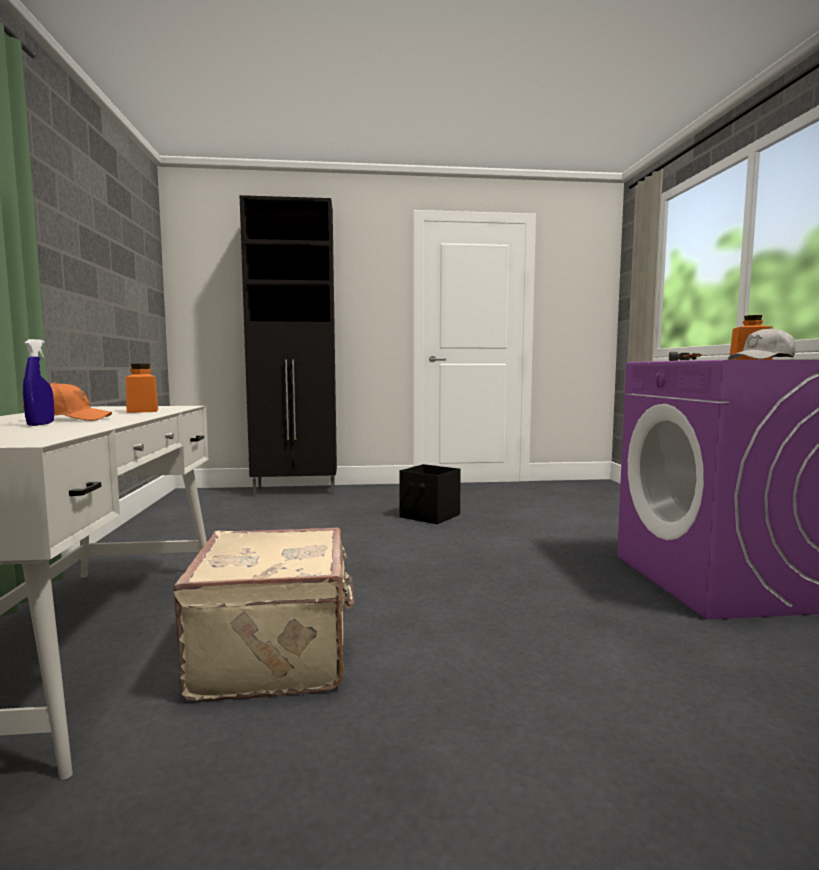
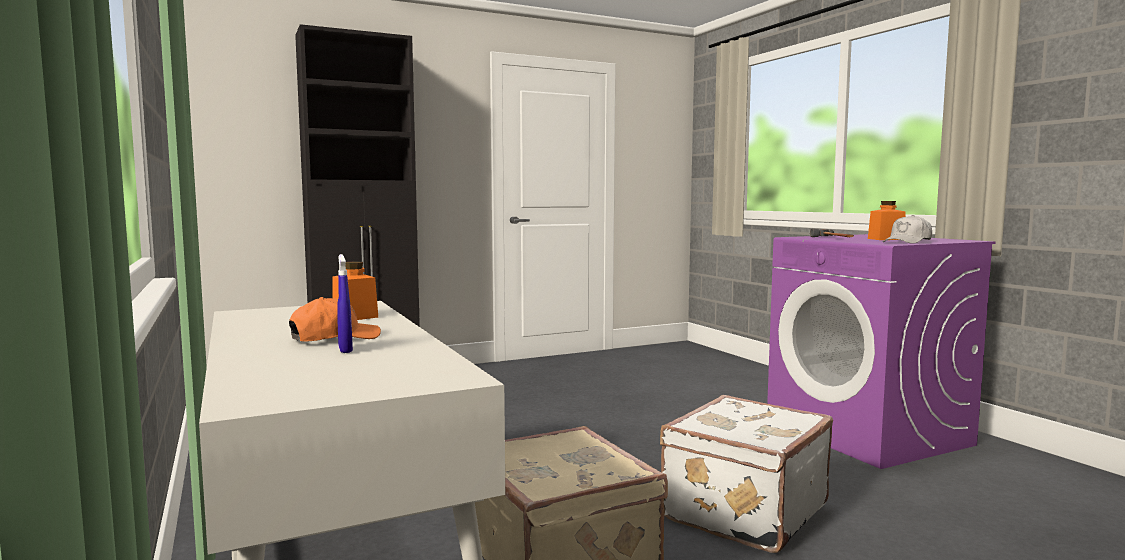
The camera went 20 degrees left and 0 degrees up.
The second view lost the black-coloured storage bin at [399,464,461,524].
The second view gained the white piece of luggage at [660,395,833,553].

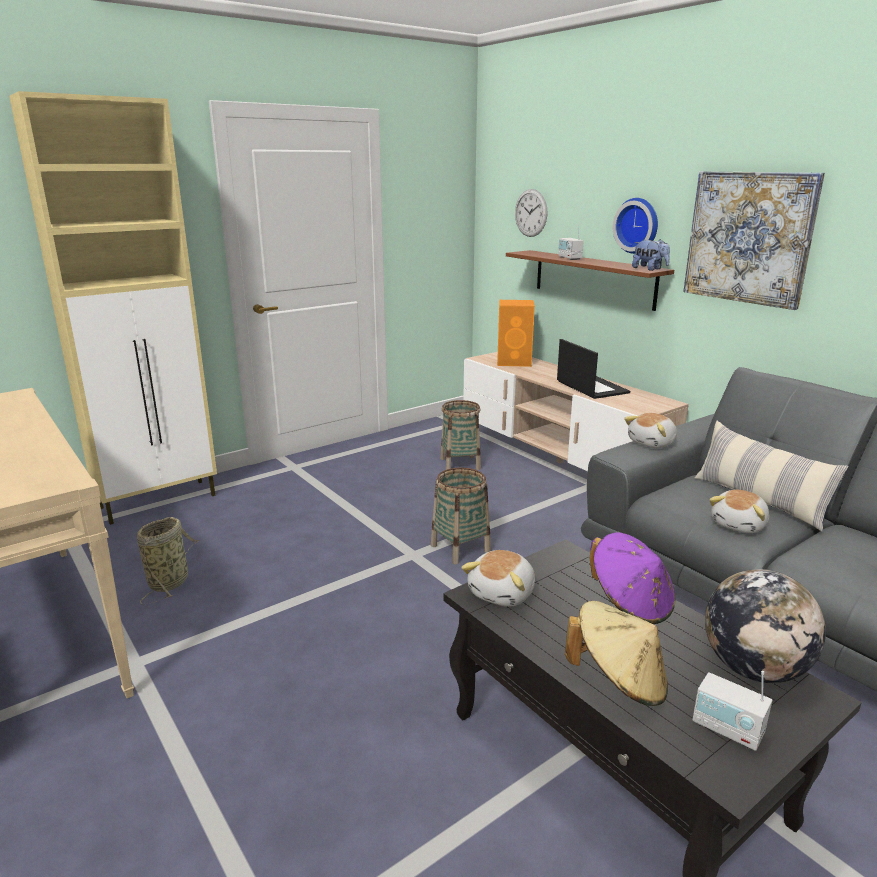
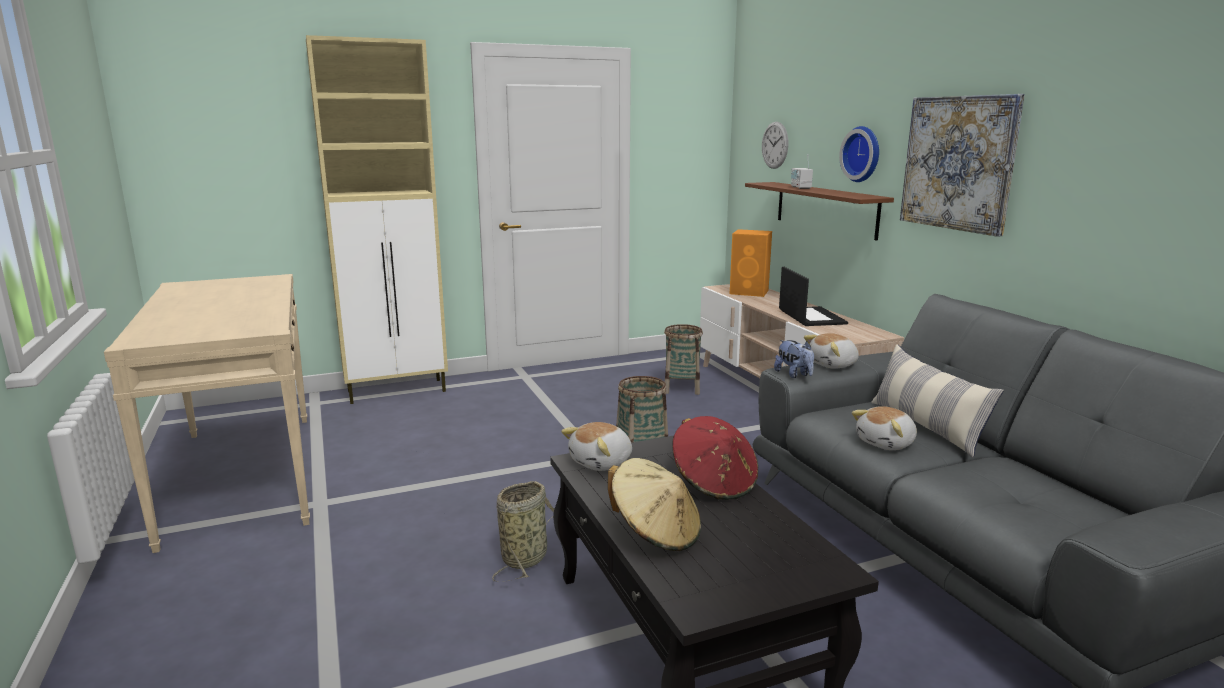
The camera went 15 degrees right and 5 degrees down.
The second view lost the radio receiver at [692,671,773,751].
The second view lost the world globe at [705,569,826,683].
The basket ended up elsewhere, having gone from [137,517,200,605] to [492,481,554,582].
The cuddly toy ended up elsewhere, having gone from [632,239,670,271] to [774,340,814,378].
What was the purple wearable hat at [590,532,675,624] turned into the reddish wearable hat at [672,416,758,500].

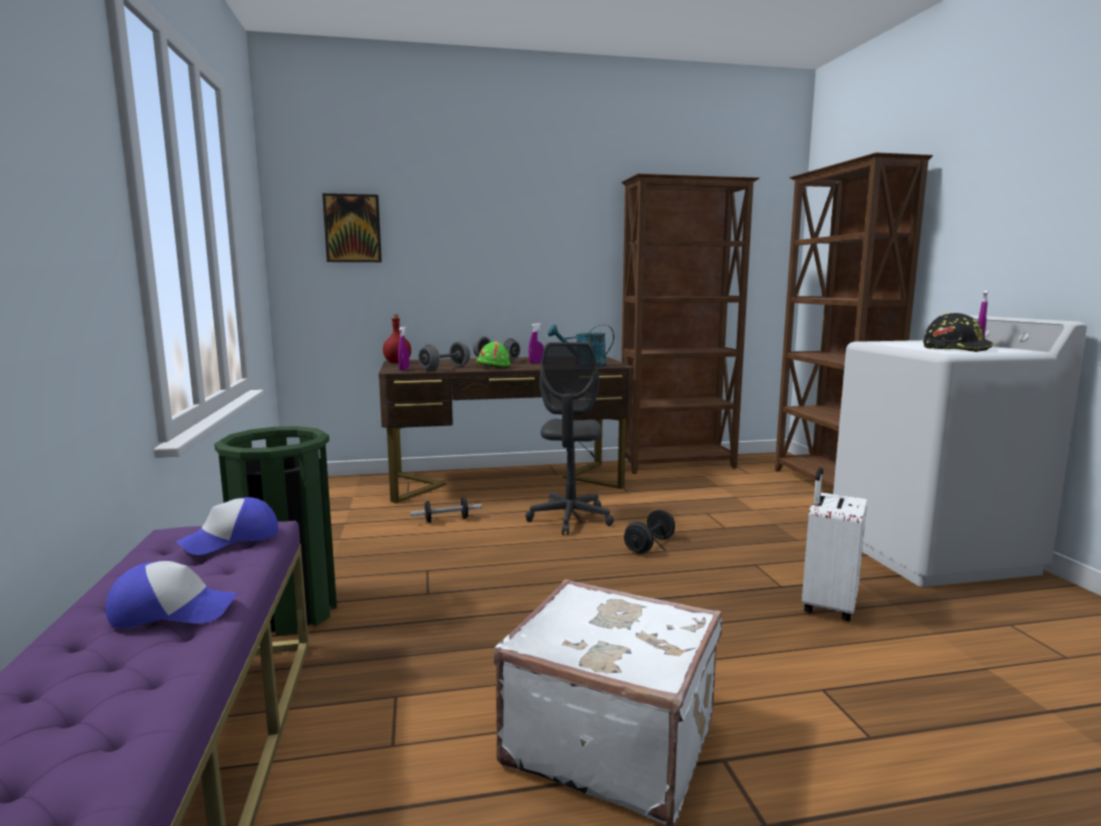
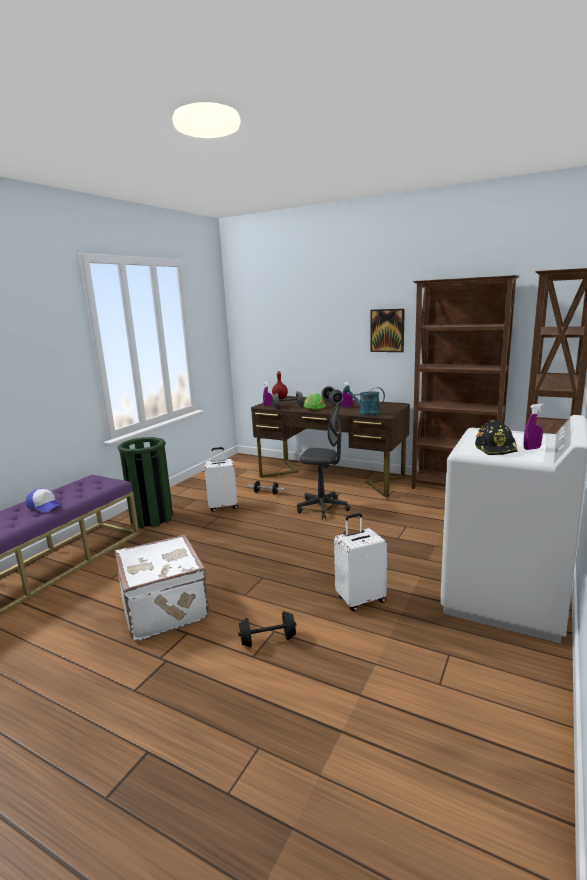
The camera went 40 degrees right and 5 degrees up.
The second view lost the baseball cap at [176,497,278,555].
The second view gained the white piece of luggage at [204,447,238,512].
The wall picture ended up elsewhere, having gone from [322,193,382,262] to [370,309,405,352].
The black-coloured dumbbell ended up elsewhere, having gone from [624,510,675,553] to [238,611,296,647].
The greyish office chair at [525,342,614,535] ended up facing another way, 120 degrees counterclockwise from before.

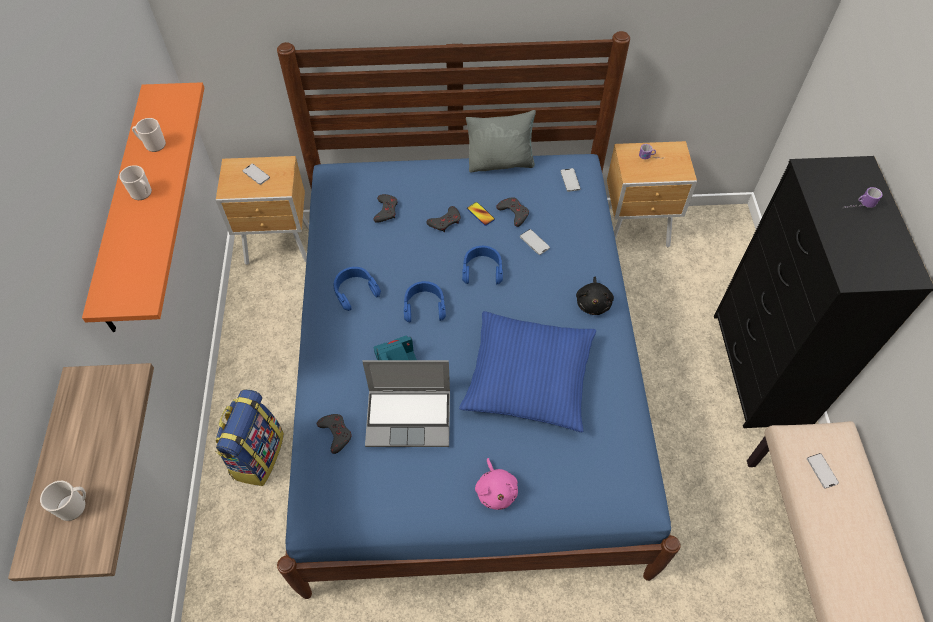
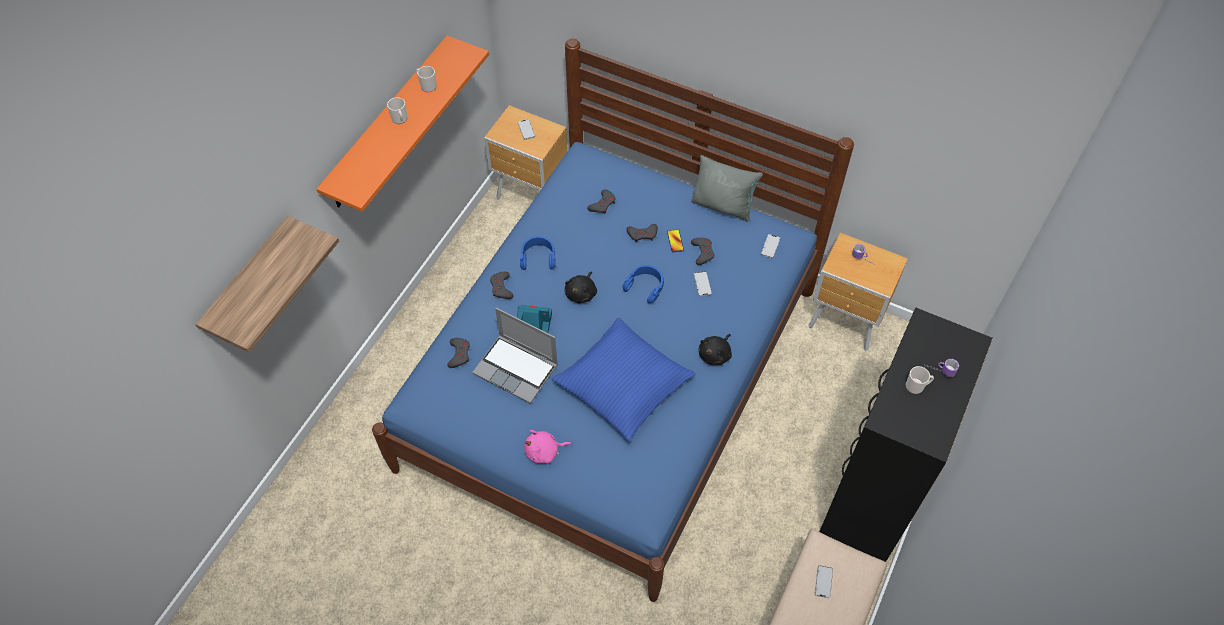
The camera went 30 degrees right and 0 degrees up.
The second view lost the knapsack at [215,390,284,486].
The second view gained the greyish gamepad at [490,272,513,299].
The tea mug ended up elsewhere, having gone from [40,481,86,521] to [906,366,934,394].
Where the bluish headset stood at [404,281,446,323], the black-coloured cuddly toy came to stand at [565,271,597,303].
The pink-coloured cuddly toy at [475,458,518,510] ended up facing another way, 60 degrees clockwise from before.

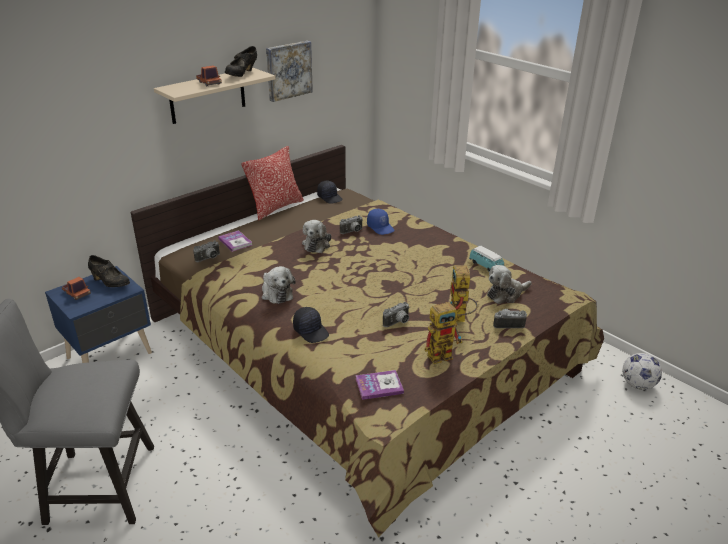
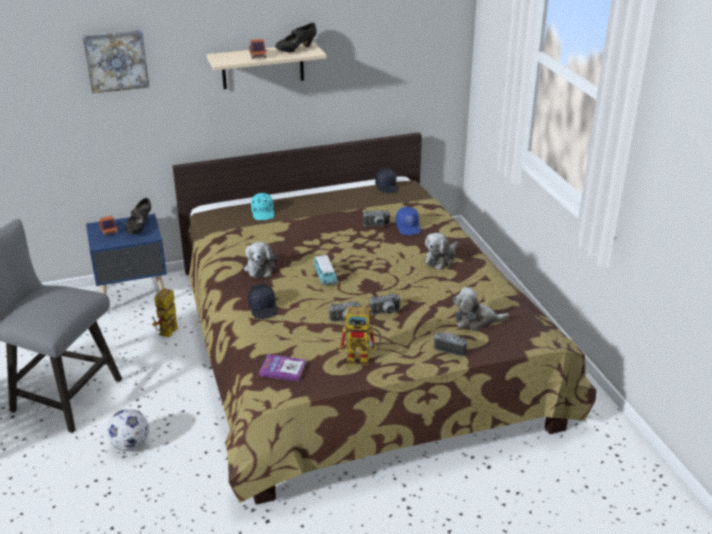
The camera went 25 degrees right and 0 degrees up.
The second view lost the cushion at [241,146,304,220].
The photo camera ended up elsewhere, having gone from [193,240,220,262] to [370,294,401,315].
The wall picture ended up elsewhere, having gone from [266,41,313,102] to [82,30,149,94].
The cuddly toy ended up elsewhere, having gone from [302,220,331,253] to [425,233,458,270].
The model robot ended up elsewhere, having gone from [449,265,478,322] to [152,288,178,337].
The toy car ended up elsewhere, having gone from [469,245,504,272] to [314,255,338,286].
The ball for football ended up elsewhere, having gone from [622,353,662,390] to [106,409,149,451].
Where the volume stood at [218,230,252,252], the turquoise baseball cap came to stand at [251,193,274,220].
The black-coloured shoe at [88,255,130,287] ended up facing another way, 45 degrees clockwise from before.

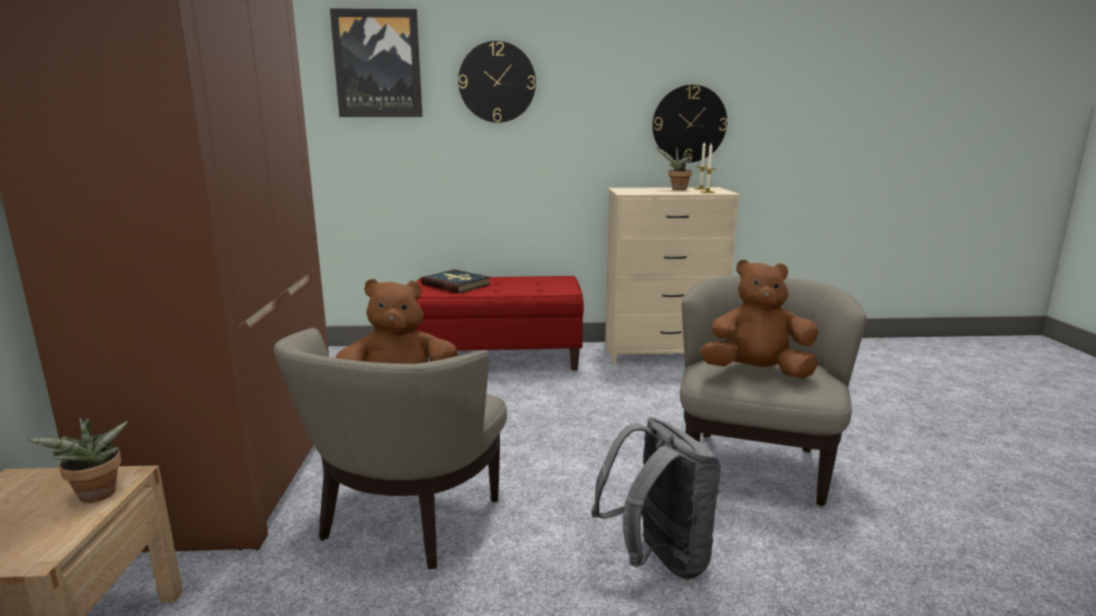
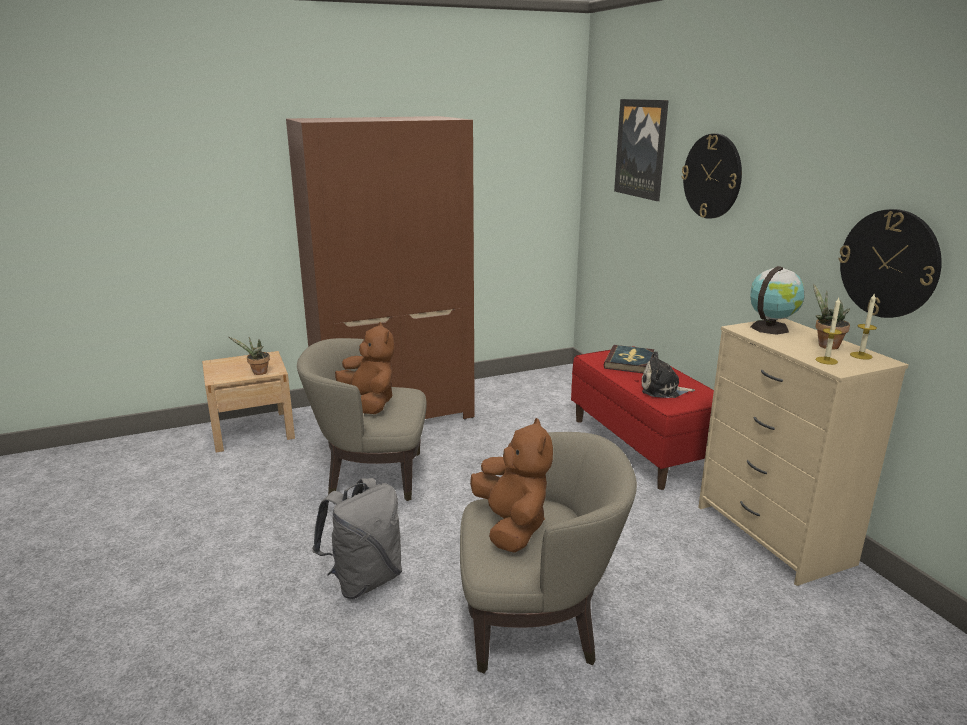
The camera went 70 degrees right and 5 degrees up.
The second view gained the cuddly toy at [641,351,695,398].
The second view gained the world globe at [750,266,805,335].

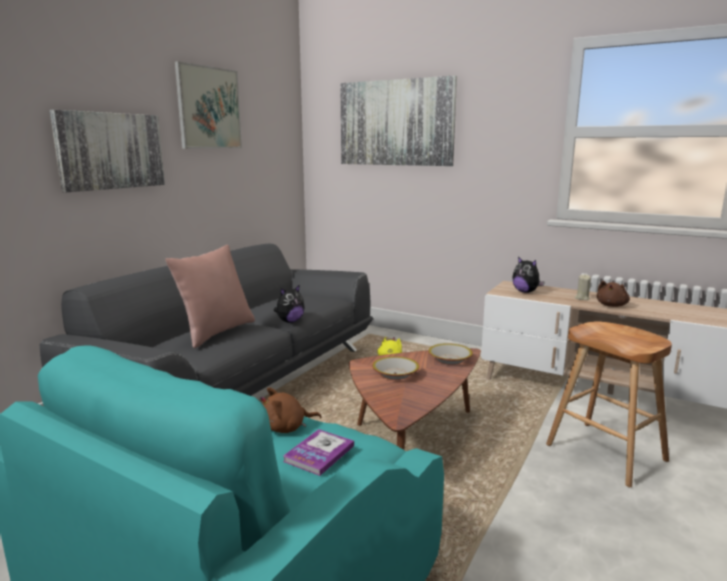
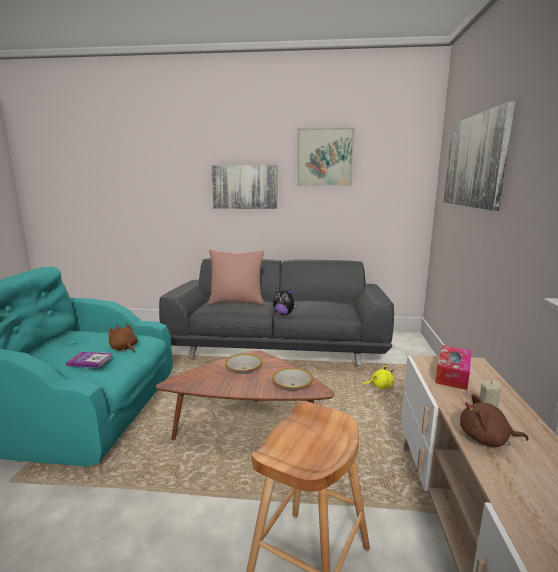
The camera went 65 degrees right and 0 degrees up.
Where the cuddly toy stood at [512,257,545,293], the tissue box came to stand at [435,345,472,390].

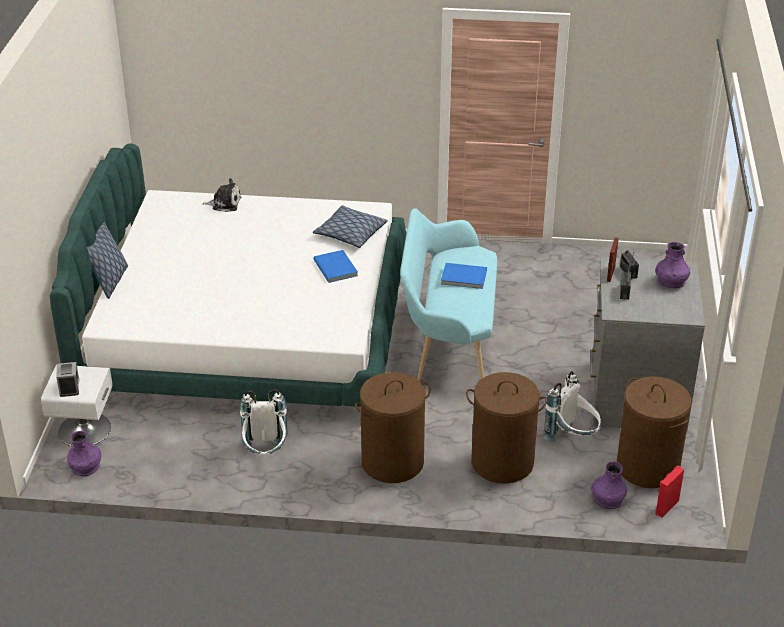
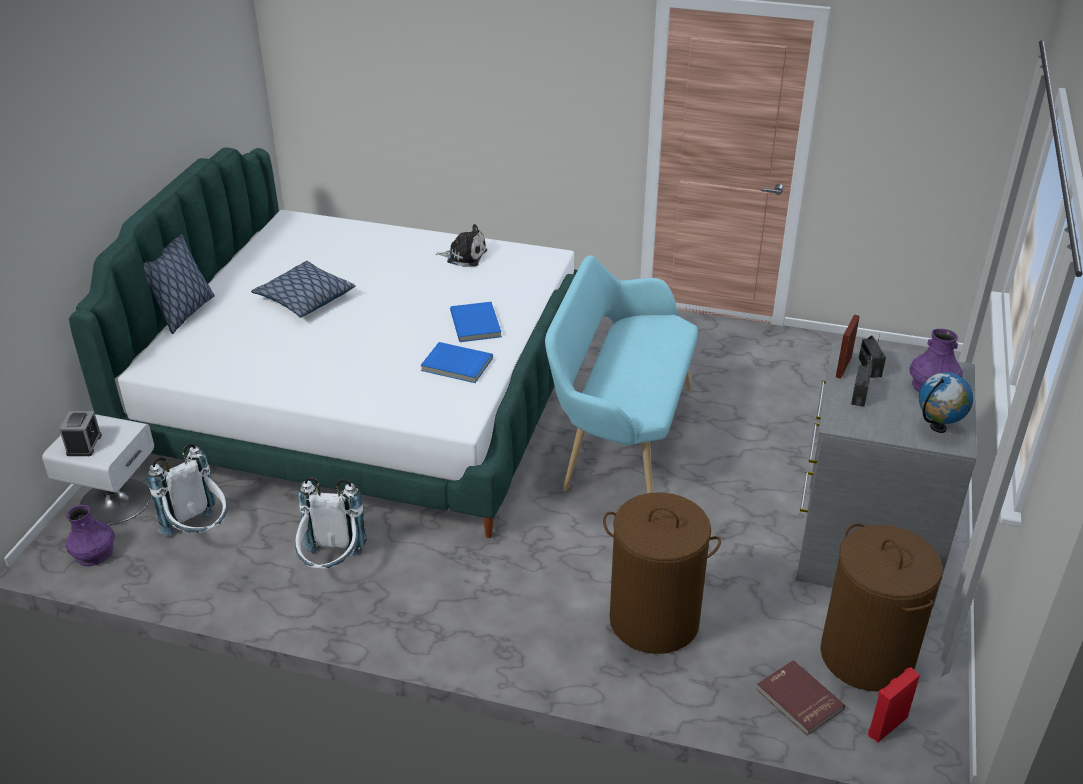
The camera went 10 degrees right and 0 degrees up.
The second view lost the brown laundry basket at [355,372,431,483].
The second view gained the world globe at [919,372,973,433].
The cuddly toy ended up elsewhere, having gone from [202,178,241,212] to [436,224,487,267].
The cushion ended up elsewhere, having gone from [313,205,388,248] to [251,261,356,318].
The bluish volume ended up elsewhere, having gone from [441,263,487,289] to [421,342,493,383].
The white knapsack ended up elsewhere, having gone from [542,371,601,441] to [147,443,228,536].
Where the purple flower vase stood at [591,461,627,509], the reddish volume came to stand at [756,660,845,736].

